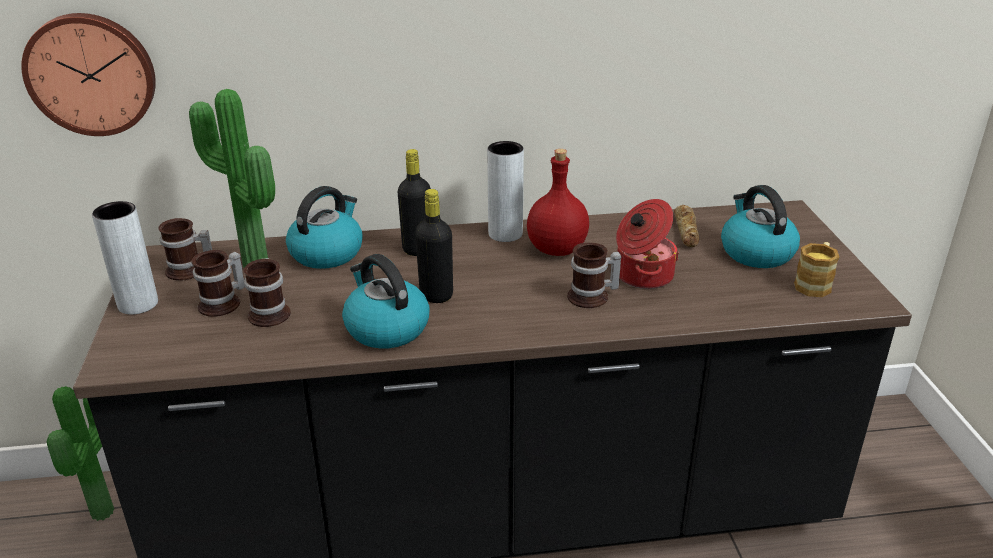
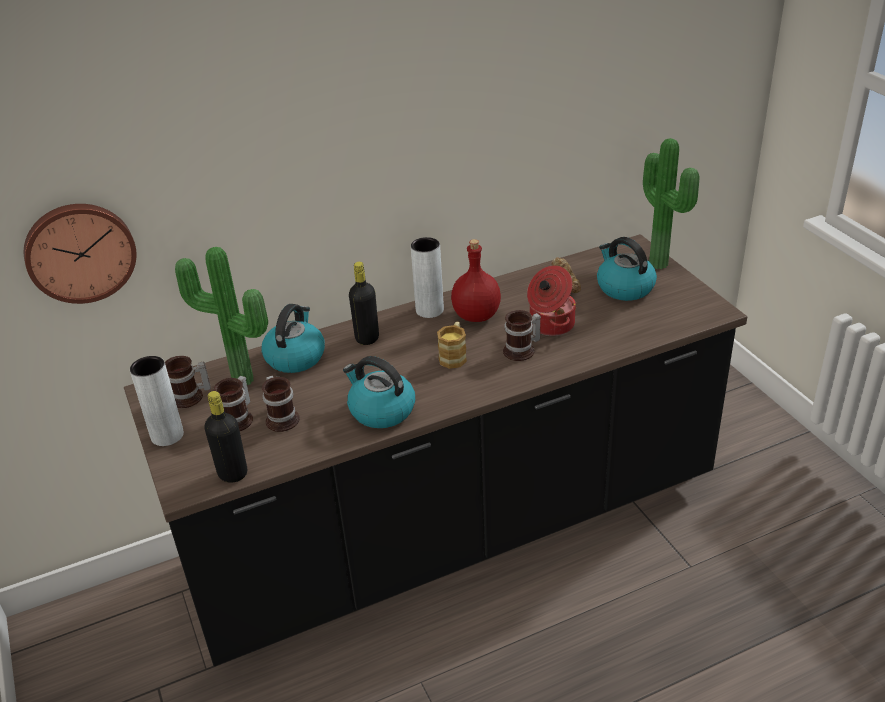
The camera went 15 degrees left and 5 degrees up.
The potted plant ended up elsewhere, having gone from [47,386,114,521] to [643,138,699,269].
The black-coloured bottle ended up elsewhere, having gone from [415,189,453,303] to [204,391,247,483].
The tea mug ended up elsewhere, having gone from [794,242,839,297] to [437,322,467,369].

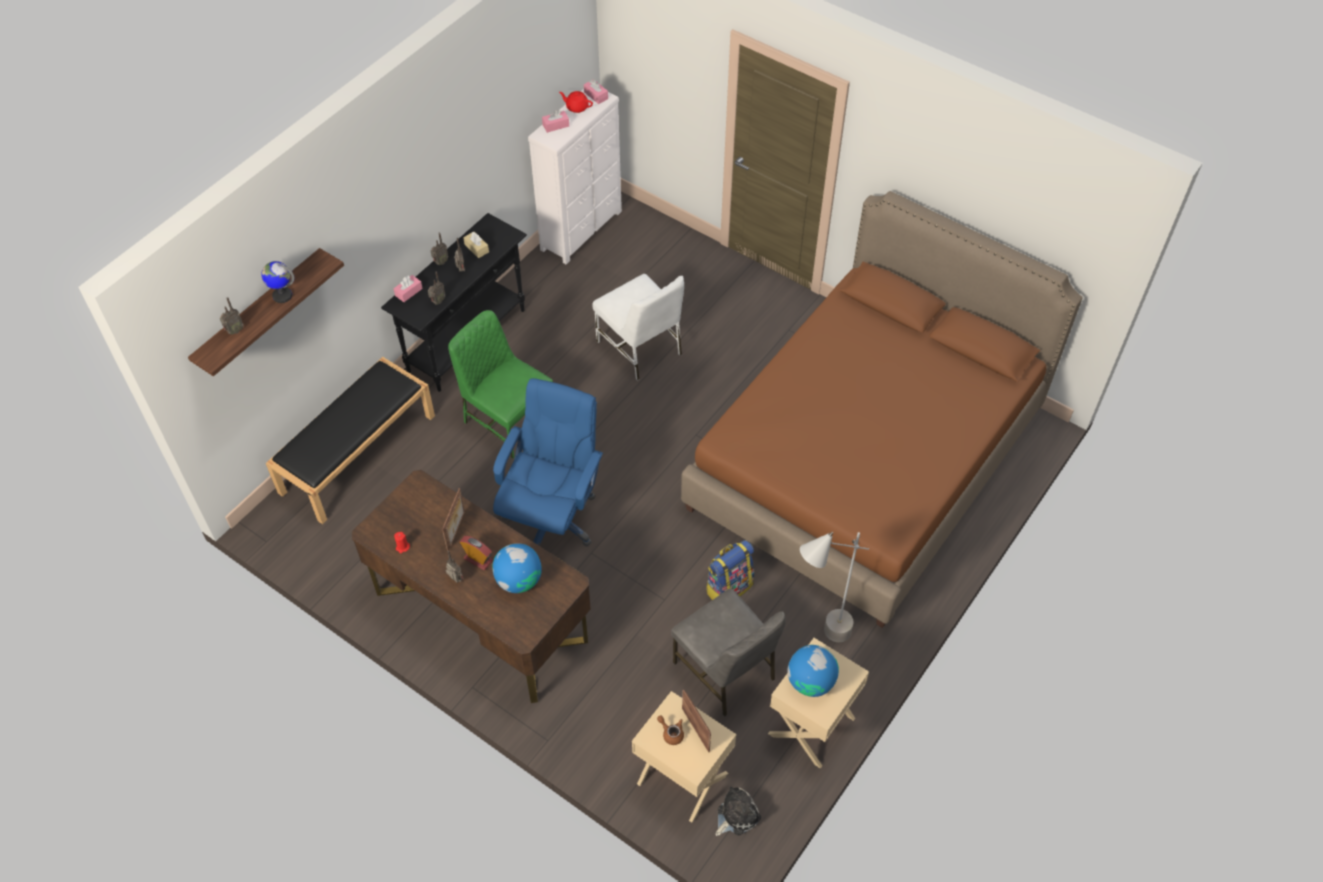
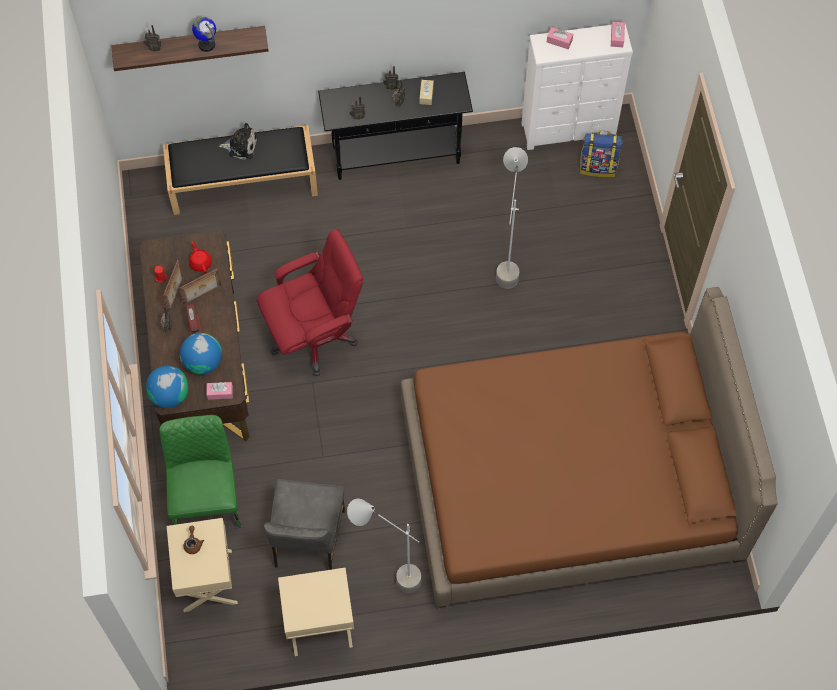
The camera went 45 degrees right and 10 degrees up.
The pink-coloured tissue box ended up elsewhere, having gone from [393,275,423,302] to [207,382,233,400].
The greenish upright chair ended up elsewhere, having gone from [448,310,553,459] to [159,415,241,528].
The reddish tea pot ended up elsewhere, having gone from [559,91,593,113] to [189,241,212,273].
The standing frame ended up elsewhere, having gone from [682,689,711,752] to [163,260,183,311].
The knapsack ended up elsewhere, having gone from [706,540,754,600] to [580,130,623,177].
The cuddly toy ended up elsewhere, having gone from [715,787,761,836] to [219,123,258,160].
The world globe ended up elsewhere, having gone from [787,645,839,697] to [146,366,188,408].
Where the white upright chair stood at [592,274,684,381], the greyish floor lamp came to stand at [496,147,528,289].
What was the bluish office chair at [493,378,603,547] turned into the reddish office chair at [257,229,364,376].

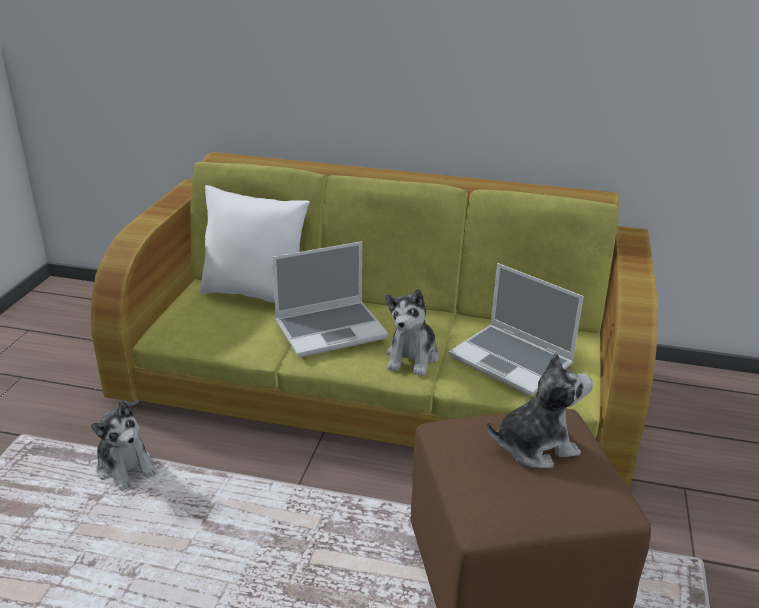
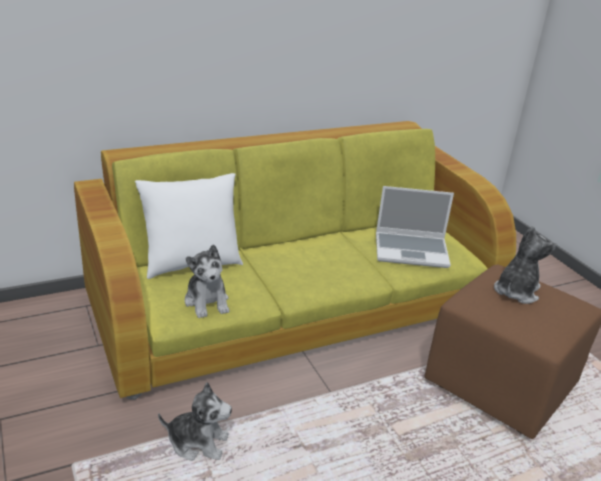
The camera went 40 degrees left and 0 degrees up.
The second view lost the laptop at [272,241,388,357].
The cuddly toy ended up elsewhere, having gone from [385,289,439,376] to [185,244,229,318].

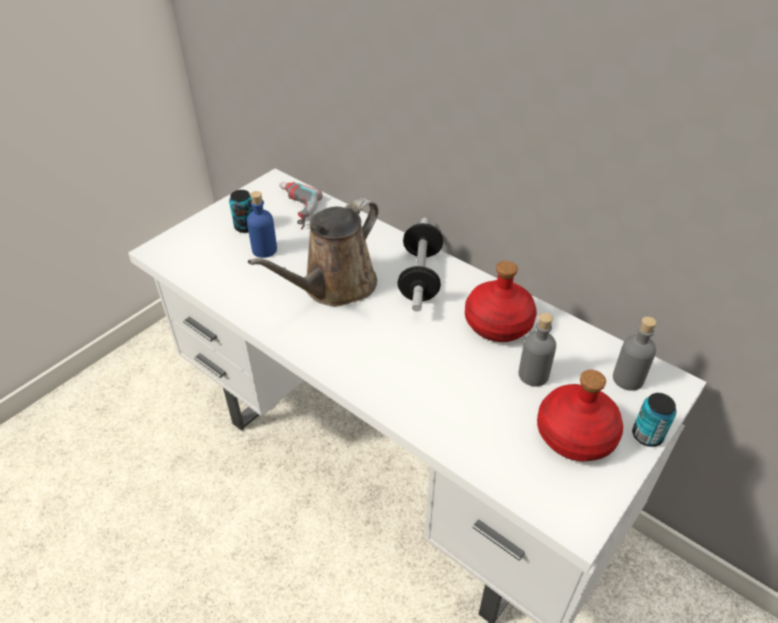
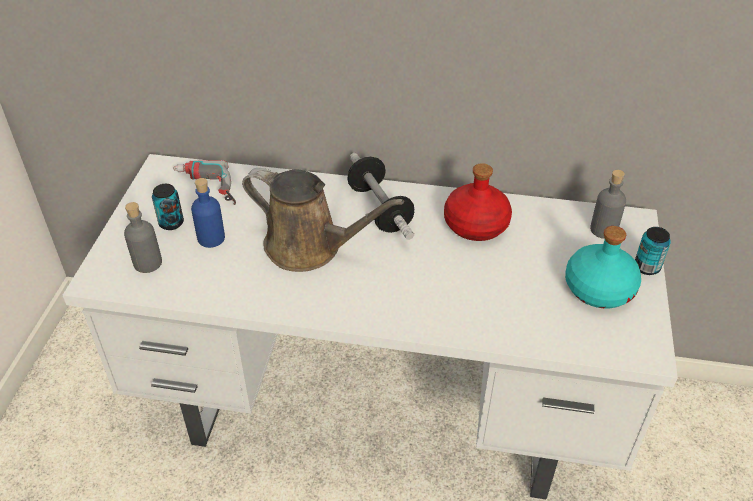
The camera went 30 degrees left and 0 degrees up.
The greyish bottle ended up elsewhere, having gone from [519,313,556,387] to [124,202,162,273].
What was the reddish bottle at [537,370,623,461] turned into the turquoise bottle at [565,226,641,308].
The brown watering can at [248,198,379,306] ended up facing another way, 75 degrees counterclockwise from before.

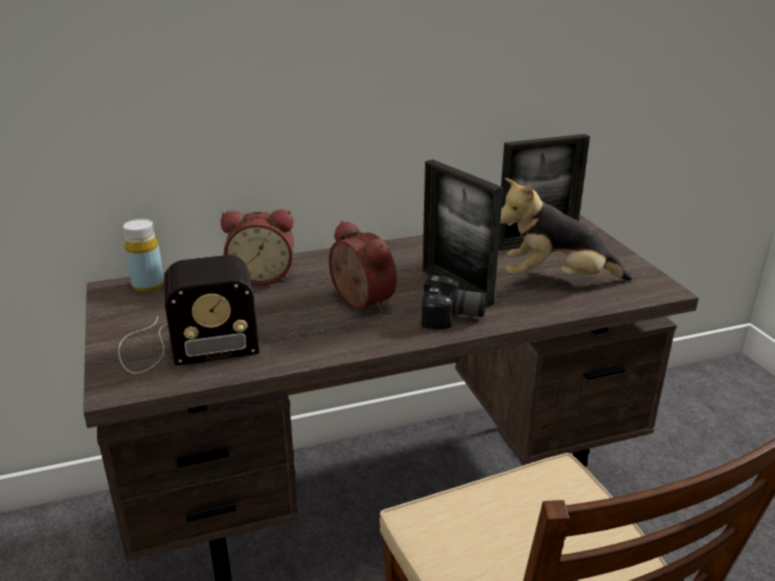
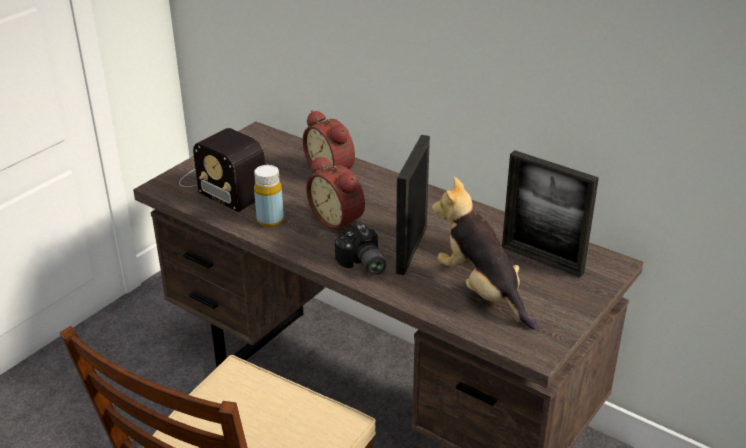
The camera went 55 degrees right and 5 degrees up.
The yellowish bottle ended up elsewhere, having gone from [123,219,164,292] to [254,165,284,227].
The bedside clock at [329,220,397,312] ended up facing another way, 120 degrees clockwise from before.

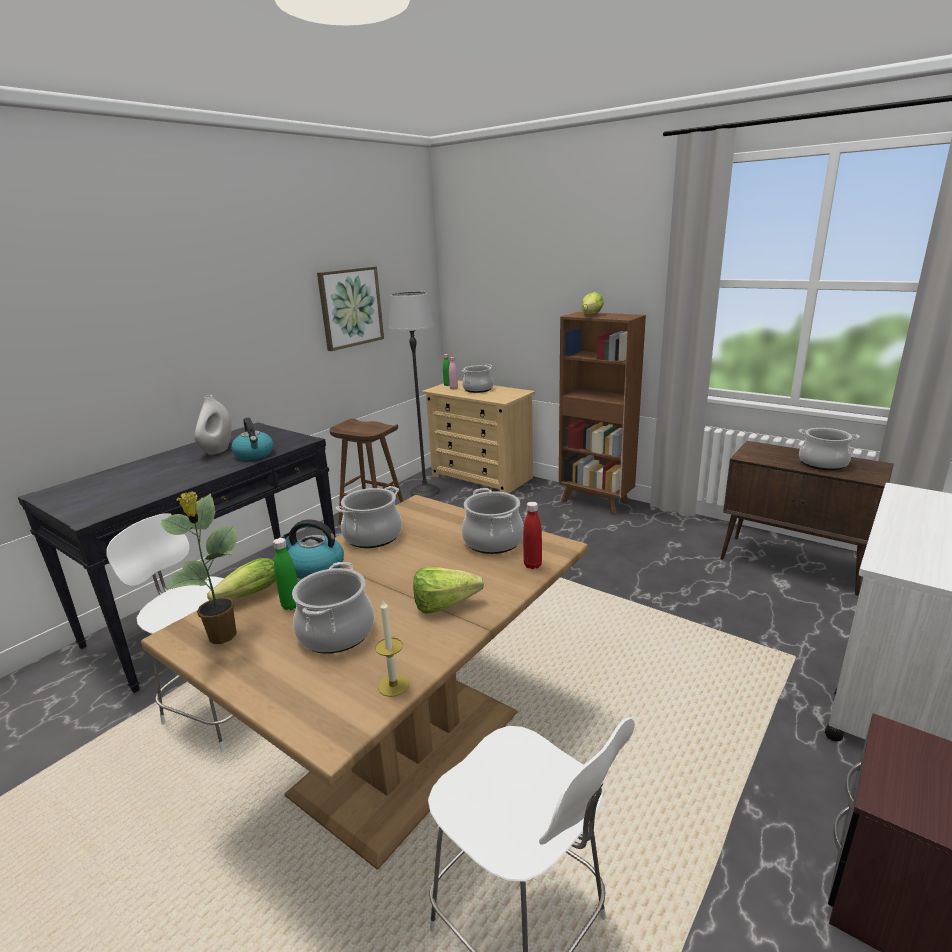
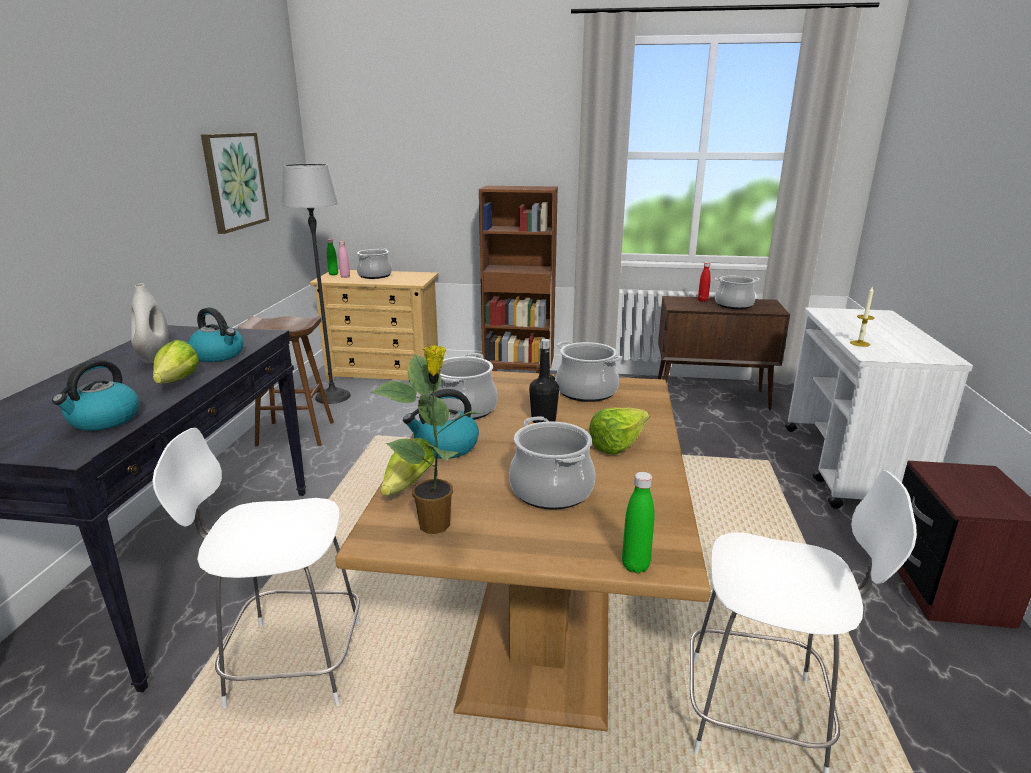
The camera went 30 degrees left and 0 degrees up.
The second view gained the tea kettle at [52,360,139,431].
The second view gained the black-coloured bottle at [529,339,559,423].
The greenish bottle ended up elsewhere, having gone from [273,538,298,610] to [622,472,654,573].
The wax candle ended up elsewhere, having gone from [375,600,409,697] to [850,287,874,347].
The reddish bottle ended up elsewhere, having gone from [523,502,542,569] to [698,262,711,301].
The lettuce ended up elsewhere, having gone from [581,292,604,314] to [153,340,199,384].

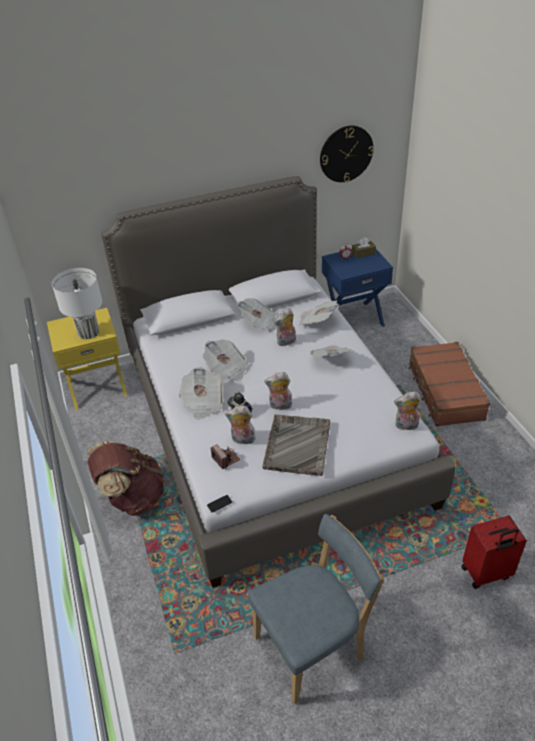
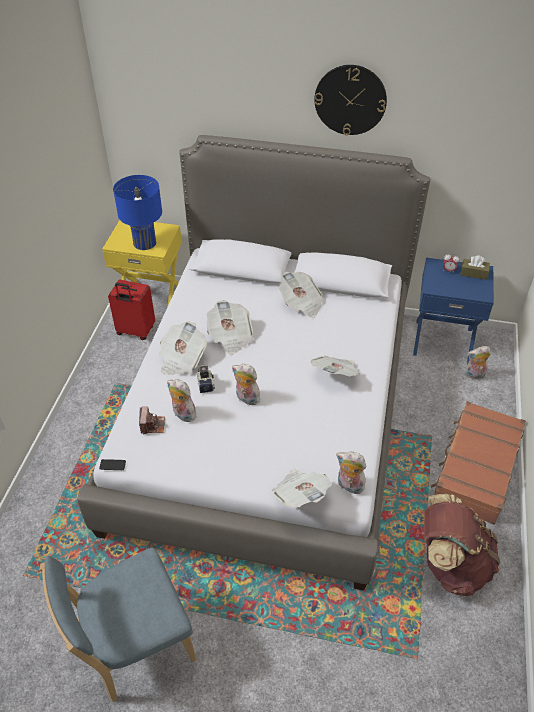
The camera went 30 degrees right and 5 degrees up.
The second view lost the greyish carrying tray at [263,415,330,476].
The brown knapsack ended up elsewhere, having gone from [88,441,165,516] to [424,494,500,596].
The cuddly toy ended up elsewhere, having gone from [274,308,296,346] to [465,346,491,381].
The printed paper ended up elsewhere, having gone from [299,300,339,326] to [272,469,332,508].
The hanging clock ended up elsewhere, having gone from [320,126,374,182] to [314,65,387,135].
The reddish piece of luggage ended up elsewhere, having gone from [462,516,527,589] to [108,280,155,340].
What was the white table lamp at [52,268,102,339] turned into the bluish table lamp at [113,175,162,250].
The bluish upright chair at [248,514,384,704] ended up facing another way, 150 degrees clockwise from before.

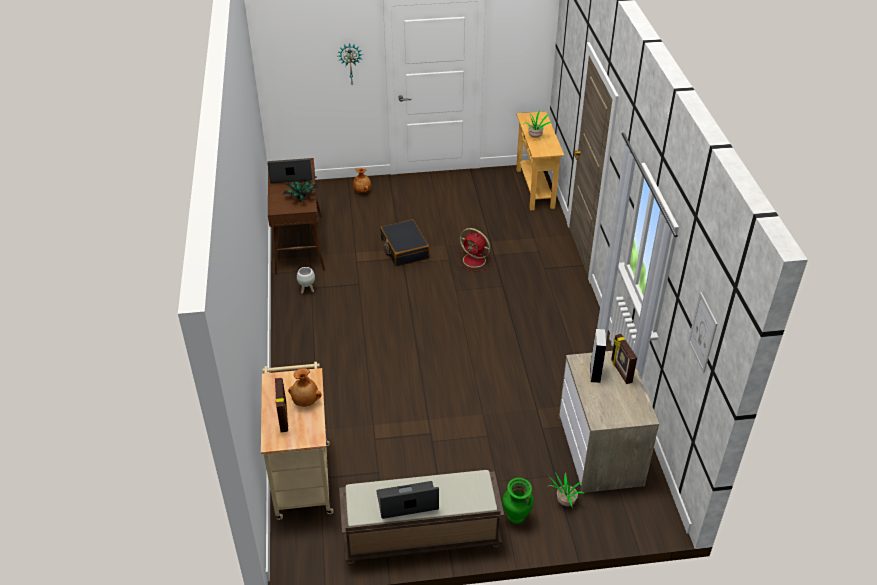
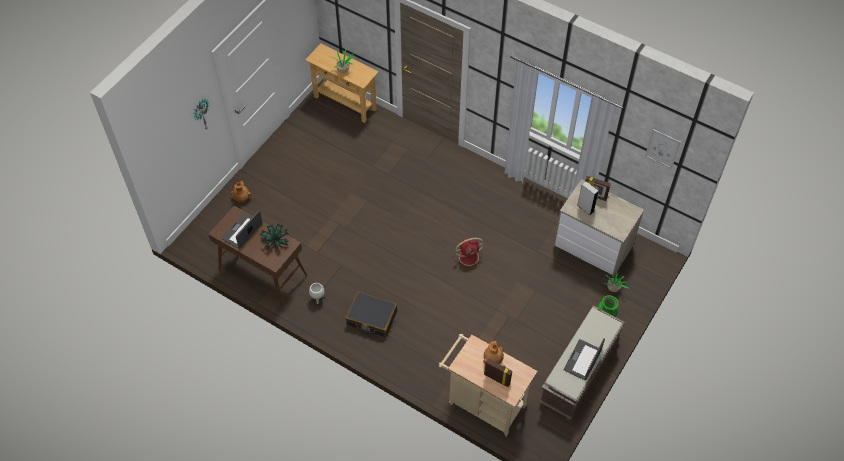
The camera went 50 degrees left and 15 degrees up.
The black-coloured piece of luggage ended up elsewhere, having gone from [380,219,430,267] to [346,292,397,337].
The reddish cooling fan ended up elsewhere, having gone from [457,228,492,271] to [453,237,484,269].

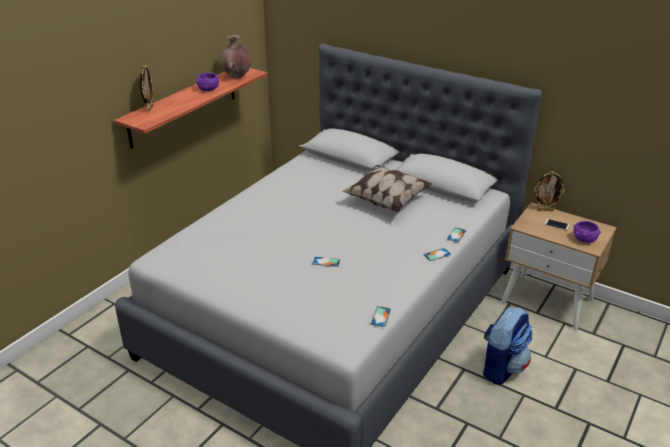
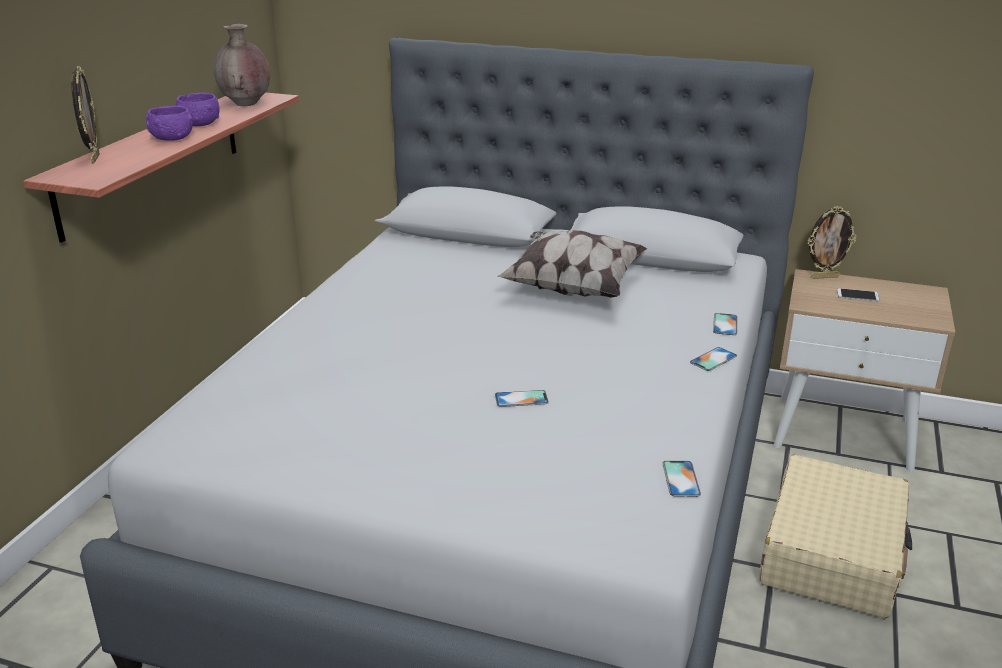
The camera went 15 degrees left and 5 degrees down.
The purple deep dish ended up elsewhere, having gone from [574,221,601,243] to [146,106,192,140].
Where the knapsack stood at [483,307,533,384], the beige piece of luggage came to stand at [759,455,912,619].

